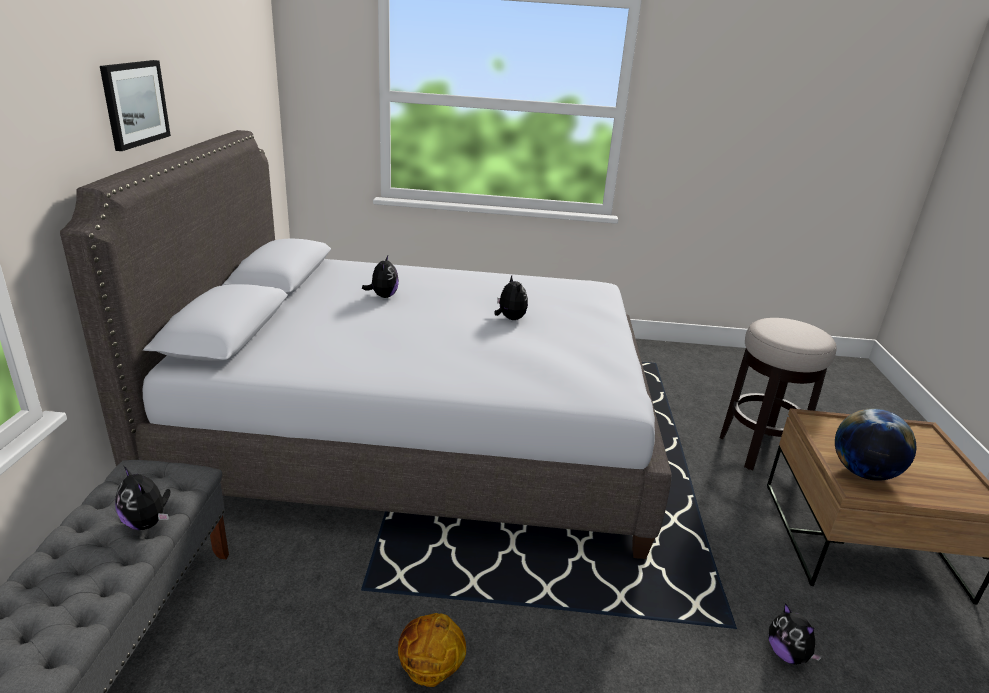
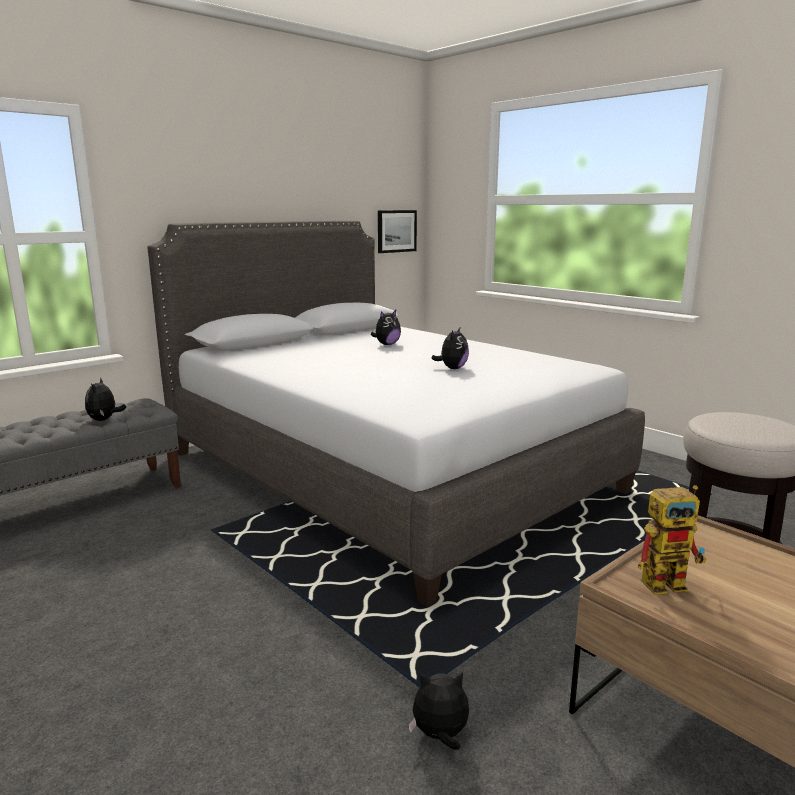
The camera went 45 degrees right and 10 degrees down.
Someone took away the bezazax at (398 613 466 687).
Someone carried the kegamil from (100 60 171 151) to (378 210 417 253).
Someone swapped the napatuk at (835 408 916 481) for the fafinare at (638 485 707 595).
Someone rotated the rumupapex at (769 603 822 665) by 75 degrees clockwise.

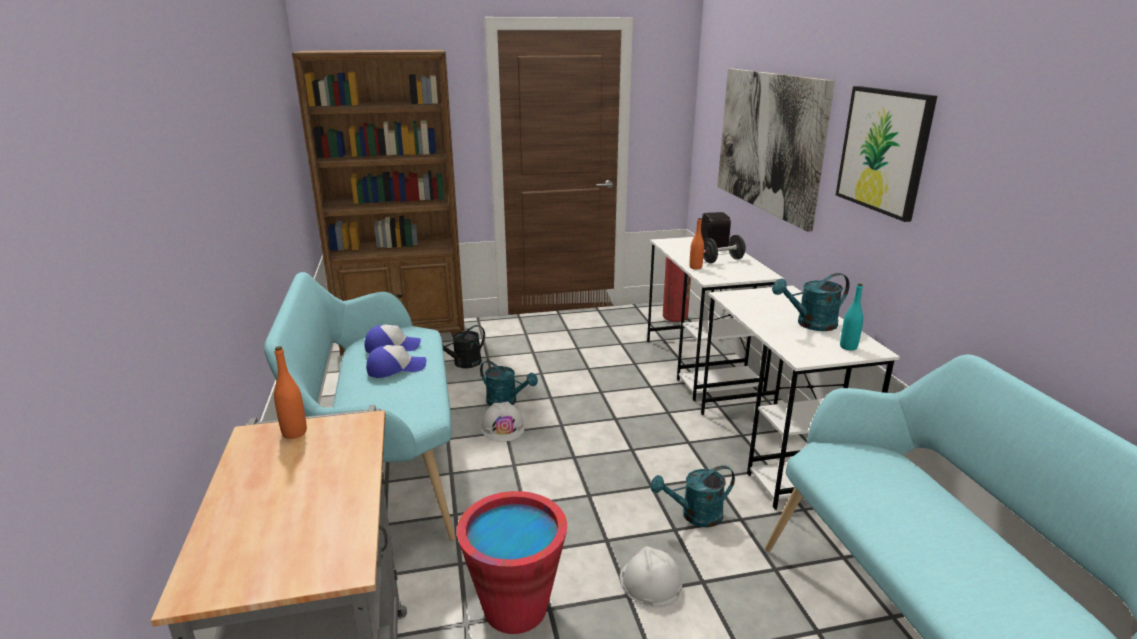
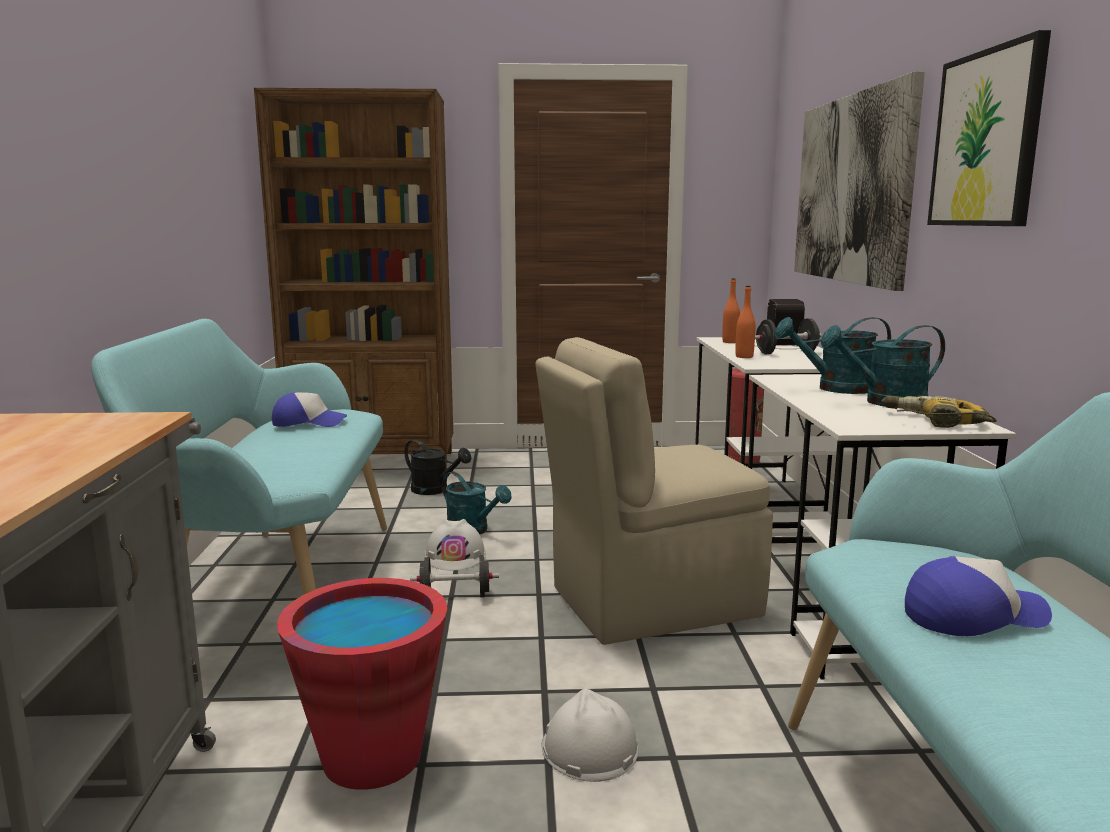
The camera went 10 degrees right and 10 degrees down.
Someone put down the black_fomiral at (410 555 499 598).
Someone put down the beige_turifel at (535 337 773 645).
Someone carried the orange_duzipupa from (274 346 307 439) to (722 278 740 343).
Someone carried the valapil from (366 345 426 378) to (905 556 1052 636).
Someone carried the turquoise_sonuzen from (651 465 735 527) to (775 317 891 394).
Someone swapped the turquoise_duzipupa at (840 283 863 351) for the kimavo at (881 396 997 428).
Someone rotated the black_sonuzen at (443 325 485 368) by 120 degrees counterclockwise.

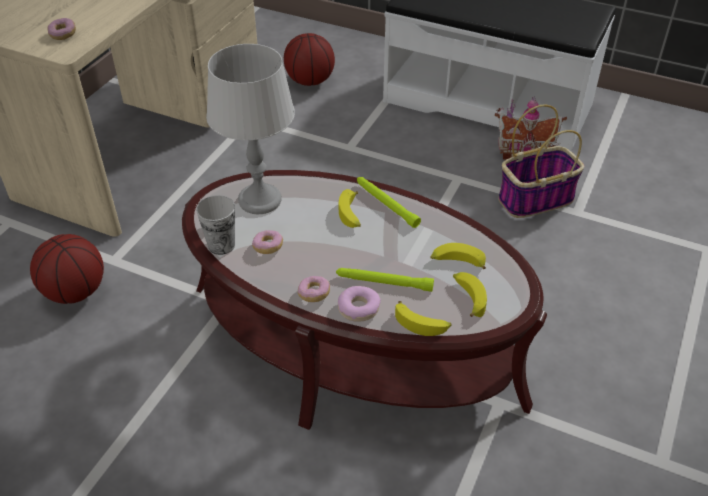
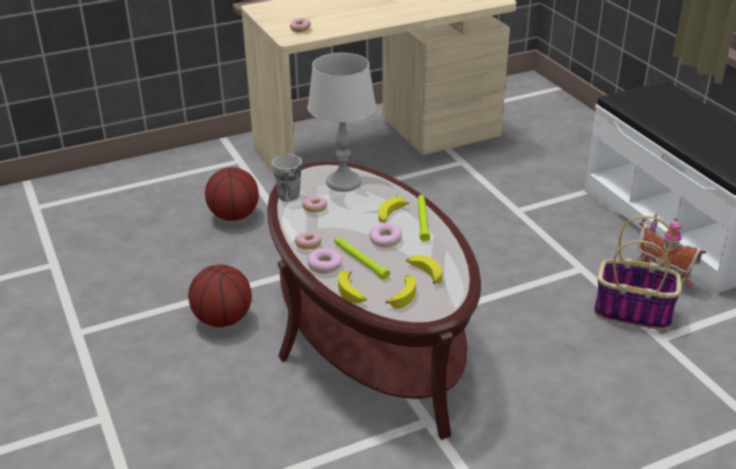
The camera went 40 degrees right and 10 degrees down.
Someone put down the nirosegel at (369 223 402 248).
Someone carried the bezazax from (284 33 335 86) to (188 264 252 327).

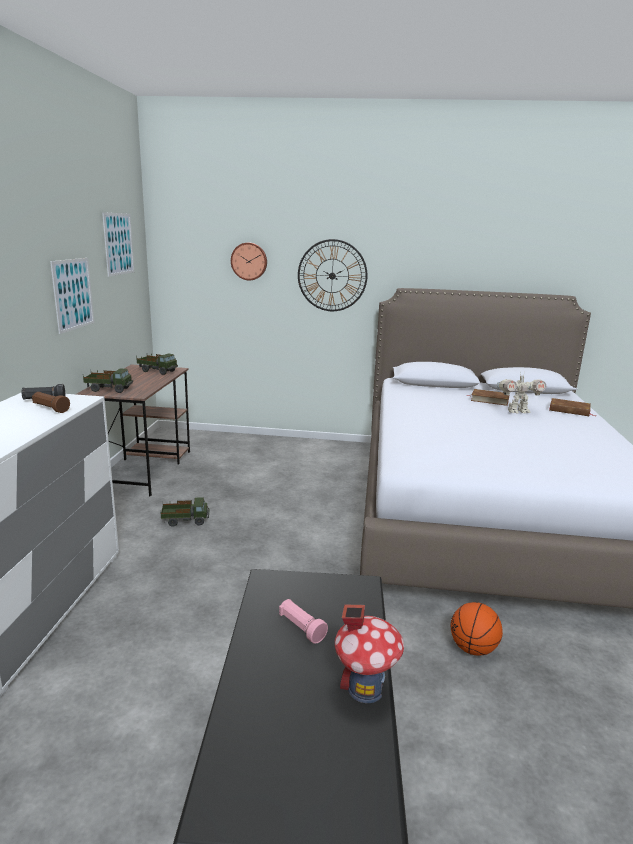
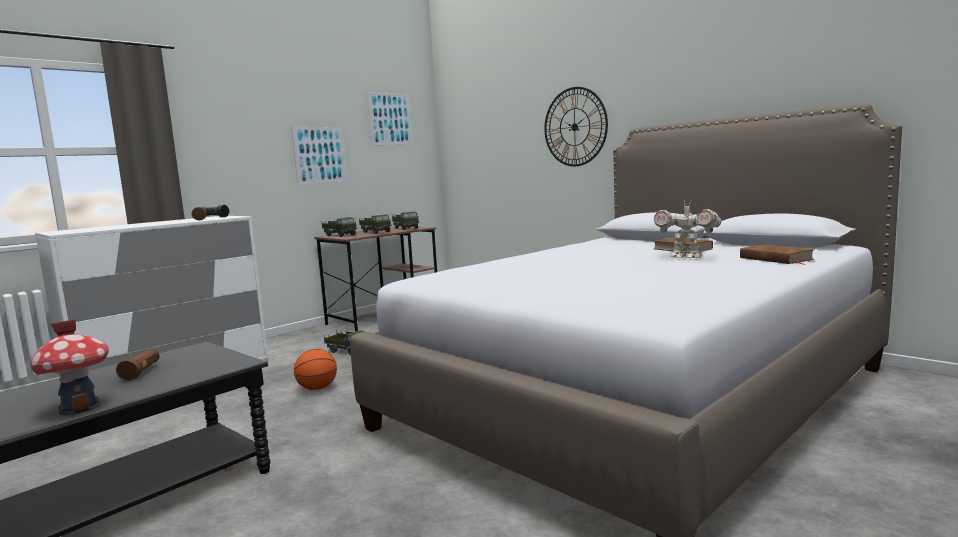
The camera went 40 degrees right and 10 degrees down.
Someone took away the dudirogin at (231 243 267 280).
Someone put down the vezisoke at (359 215 392 234).
Someone carried the bezazax from (450 602 503 655) to (294 349 337 390).
Someone repainted the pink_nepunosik at (279 599 328 644), which became the brown_nepunosik at (116 348 159 381).

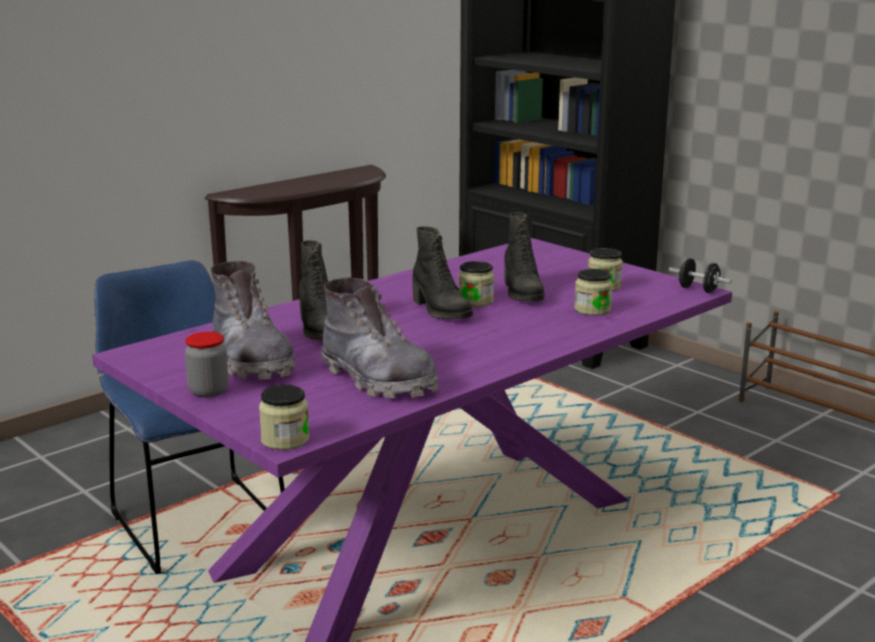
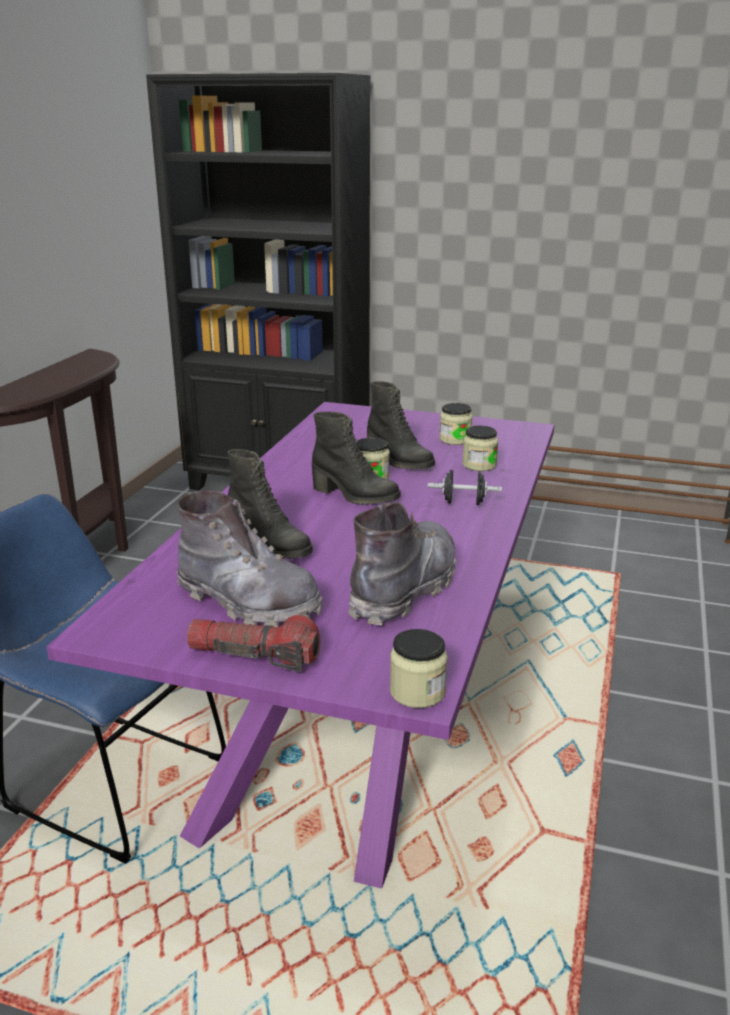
The camera went 30 degrees left and 5 degrees up.
Someone carried the black_fomiral from (669 258 732 293) to (428 470 502 505).
Someone swapped the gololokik at (185 332 228 398) for the nepunosik at (187 615 320 672).
Someone rotated the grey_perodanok at (321 277 439 398) by 75 degrees counterclockwise.

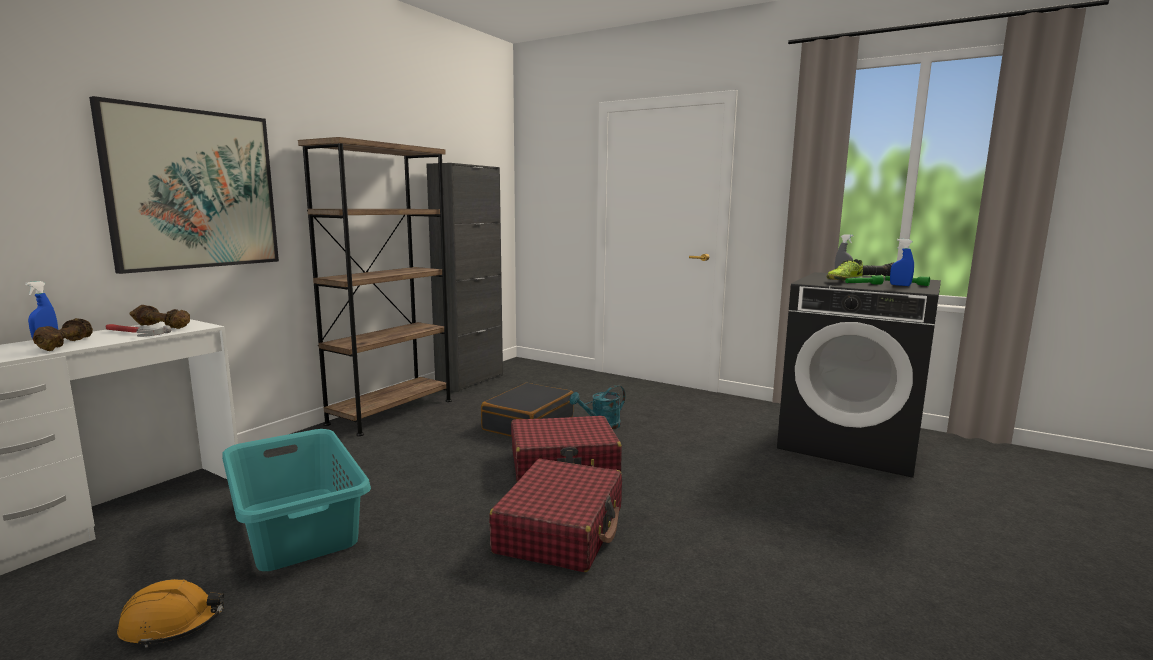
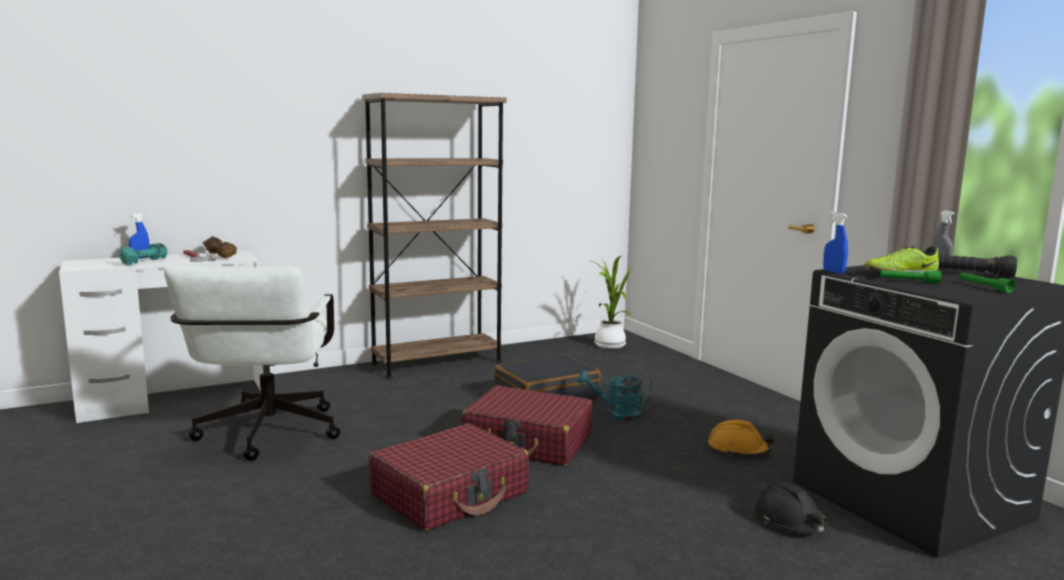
The camera went 30 degrees right and 0 degrees up.
Someone took away the kegamil at (89 96 279 274).
Someone took away the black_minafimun at (426 163 503 392).
Someone put down the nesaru at (592 256 633 349).
Someone put down the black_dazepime at (755 483 828 533).
Someone carried the orange_dazepime from (117 579 224 648) to (708 420 775 457).
Someone carried the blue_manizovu from (890 239 914 286) to (823 212 848 274).
Someone swapped the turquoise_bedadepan at (222 429 371 571) for the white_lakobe at (164 265 340 461).
Someone repainted the brown_fomiral at (33 318 93 351), which became the turquoise_fomiral at (119 243 168 265).

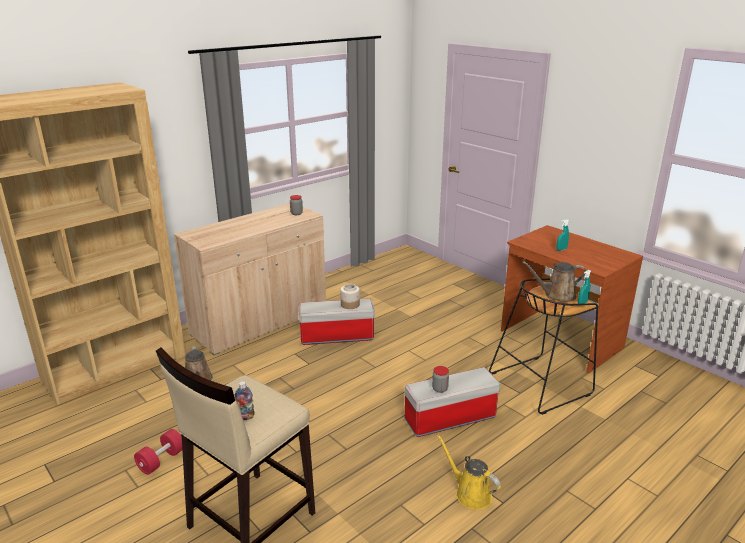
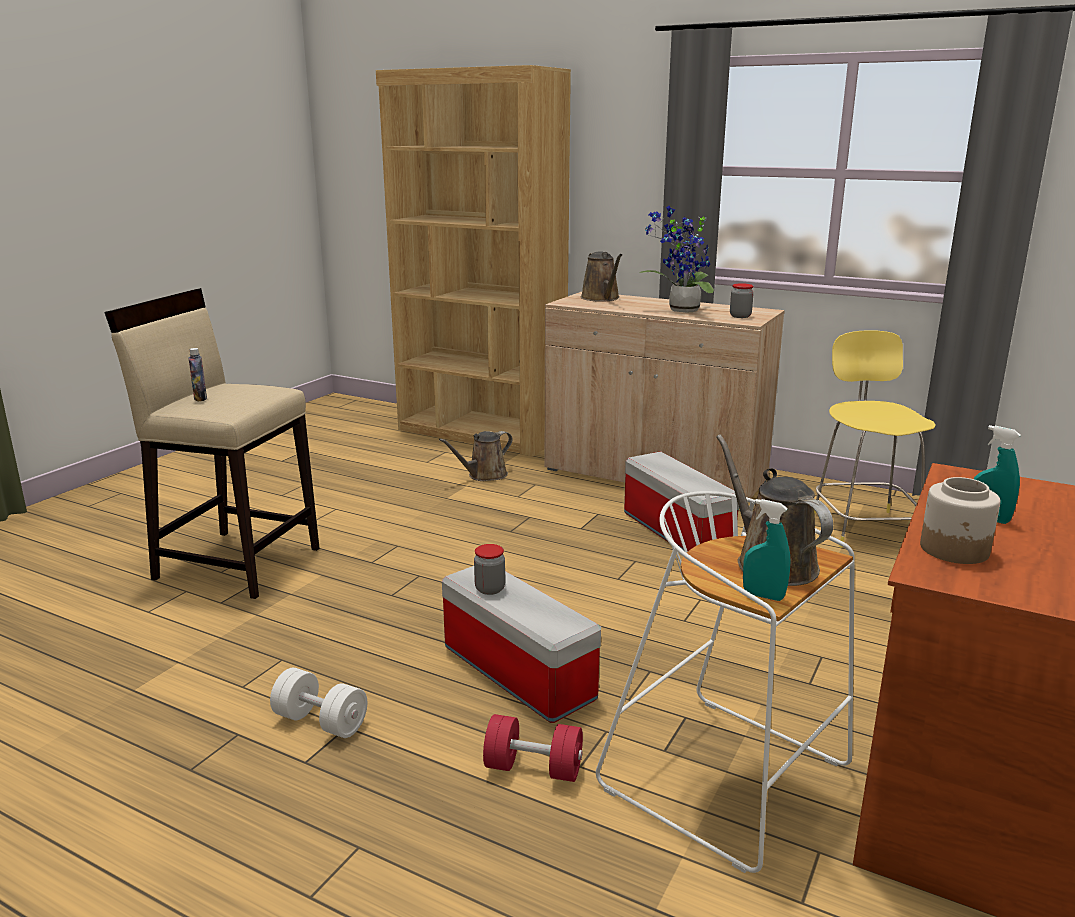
The camera went 70 degrees right and 5 degrees down.
Someone put down the brown_sonuzen at (581 251 622 301).
Someone put down the nesaru at (639 206 714 313).
Someone put down the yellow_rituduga at (814 330 936 548).
Someone carried the red_fomiral from (134 429 182 475) to (483 714 583 782).
Someone carried the gololokik from (340 284 360 309) to (920 477 1000 564).
Someone swapped the yellow_sonuzen at (437 434 501 510) for the white_fomiral at (270 668 367 738).
Someone repainted the black_rituduga at (489 278 598 415), which became the white_rituduga at (596 491 855 873).

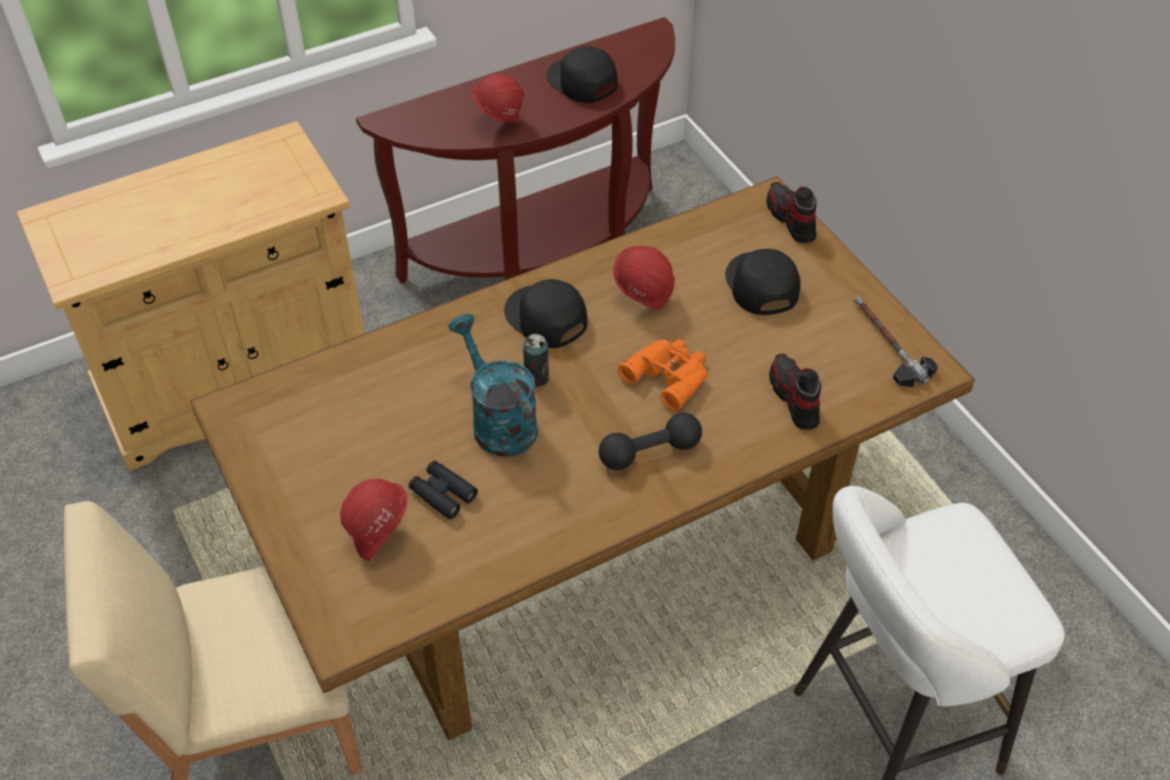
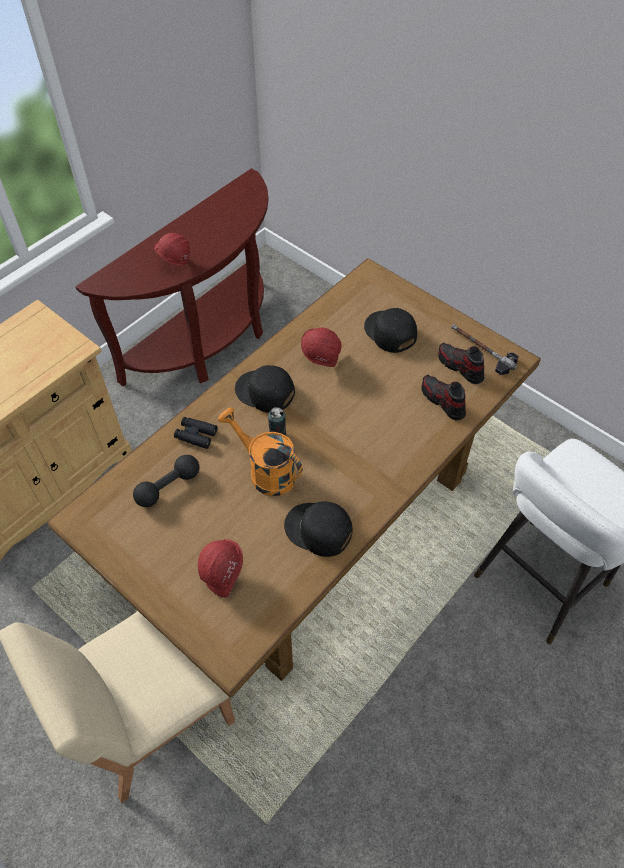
The camera went 20 degrees left and 5 degrees up.
Someone took away the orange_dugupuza at (618 339 707 411).
Someone carried the black_dugupuza from (409 461 478 519) to (174 417 218 449).
Someone carried the black_valapil from (547 46 618 103) to (284 501 353 557).
Someone carried the black_fomiral from (599 413 702 470) to (133 455 199 507).
Someone carried the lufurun from (766 182 817 243) to (438 343 484 384).
Someone repainted the turquoise_sonuzen at (448 314 538 457), which became the orange_sonuzen at (218 408 303 496).

